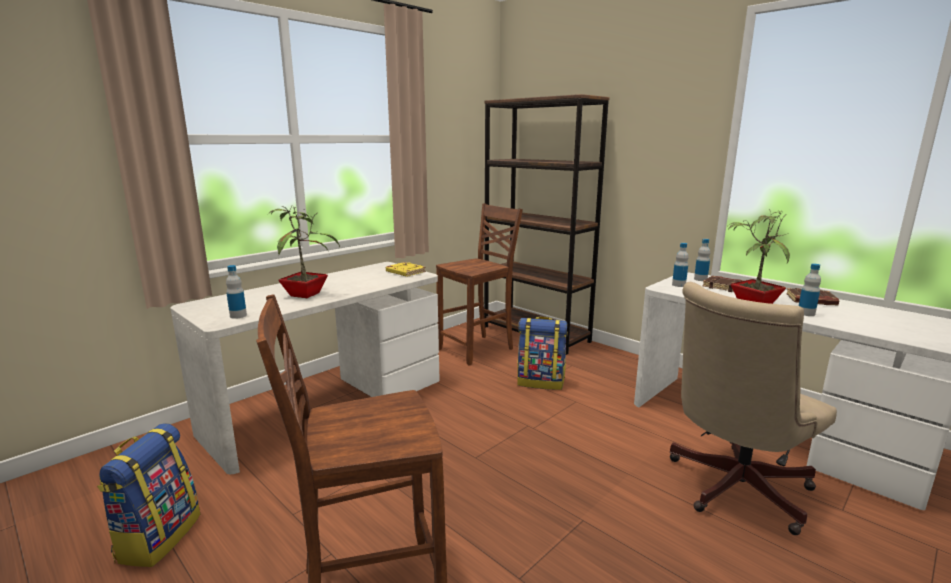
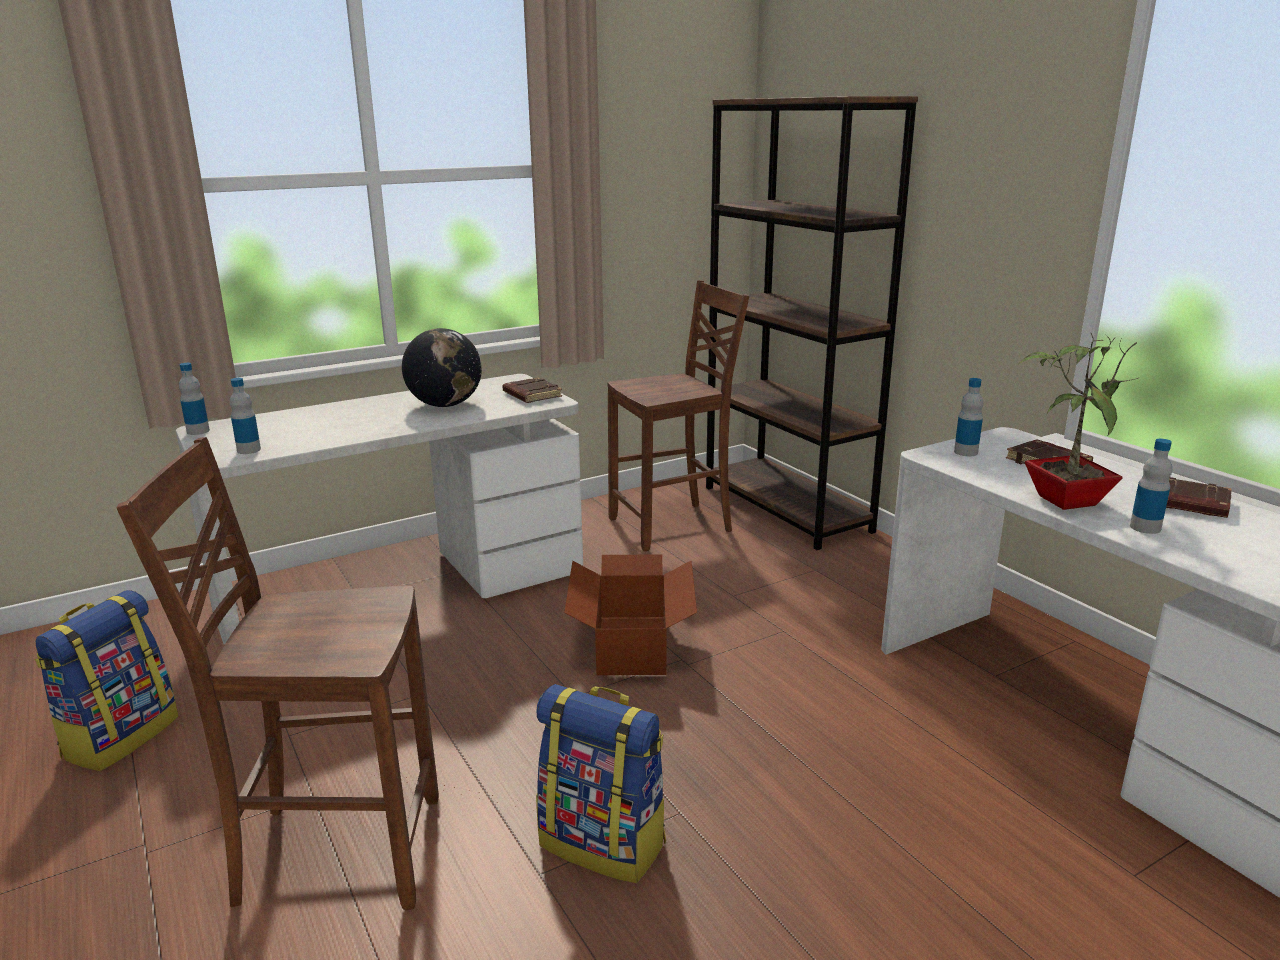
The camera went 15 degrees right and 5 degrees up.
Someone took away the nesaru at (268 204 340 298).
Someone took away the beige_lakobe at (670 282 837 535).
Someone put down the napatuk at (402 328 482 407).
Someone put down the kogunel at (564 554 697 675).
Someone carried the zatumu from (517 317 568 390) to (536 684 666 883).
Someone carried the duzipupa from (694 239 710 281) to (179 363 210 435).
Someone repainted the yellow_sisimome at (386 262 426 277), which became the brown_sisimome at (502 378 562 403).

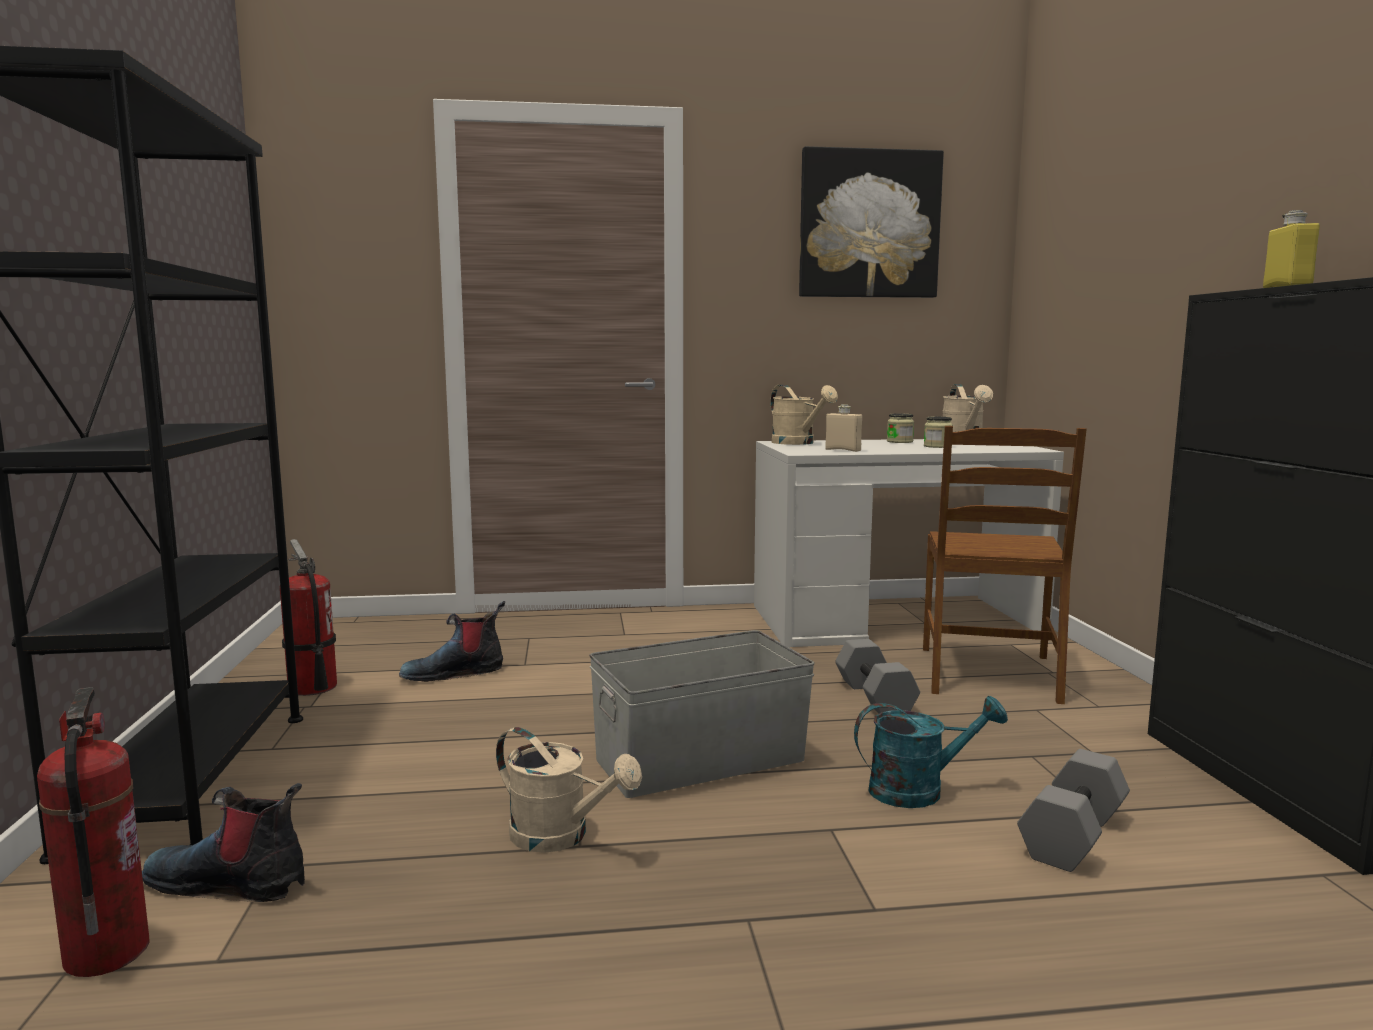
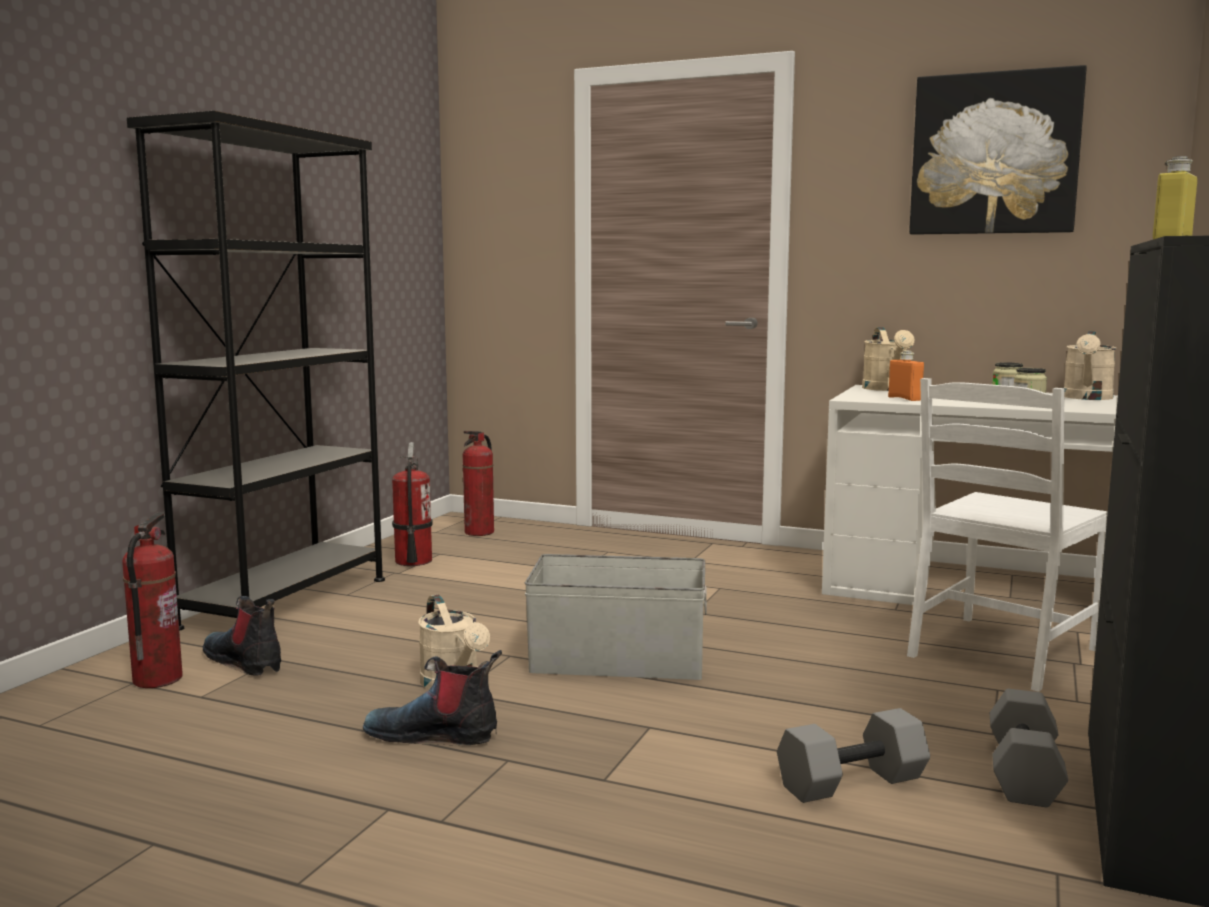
The camera went 30 degrees right and 0 degrees up.
Someone took away the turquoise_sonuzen at (854 696 1008 808).
Someone put down the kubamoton at (462 431 494 536).
Someone carried the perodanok from (399 601 505 682) to (363 650 502 745).
Someone carried the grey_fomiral from (835 639 920 713) to (990 689 1068 807).
Someone repainted the beige_duzipupa at (825 404 862 452), which became the orange_duzipupa at (888 351 924 401).
Someone repainted the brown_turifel at (923 426 1087 704), which became the white_turifel at (907 378 1108 692).

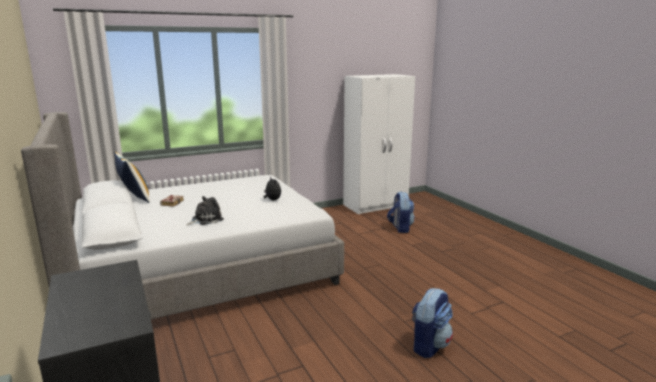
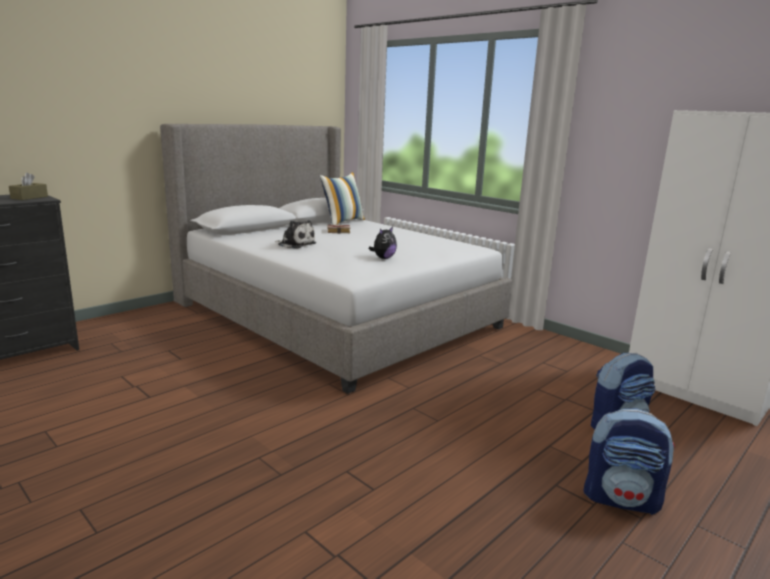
The camera went 70 degrees right and 0 degrees up.
Someone put down the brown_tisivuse at (9 173 48 200).
Someone carried the zatumu from (412 288 453 358) to (583 409 675 515).

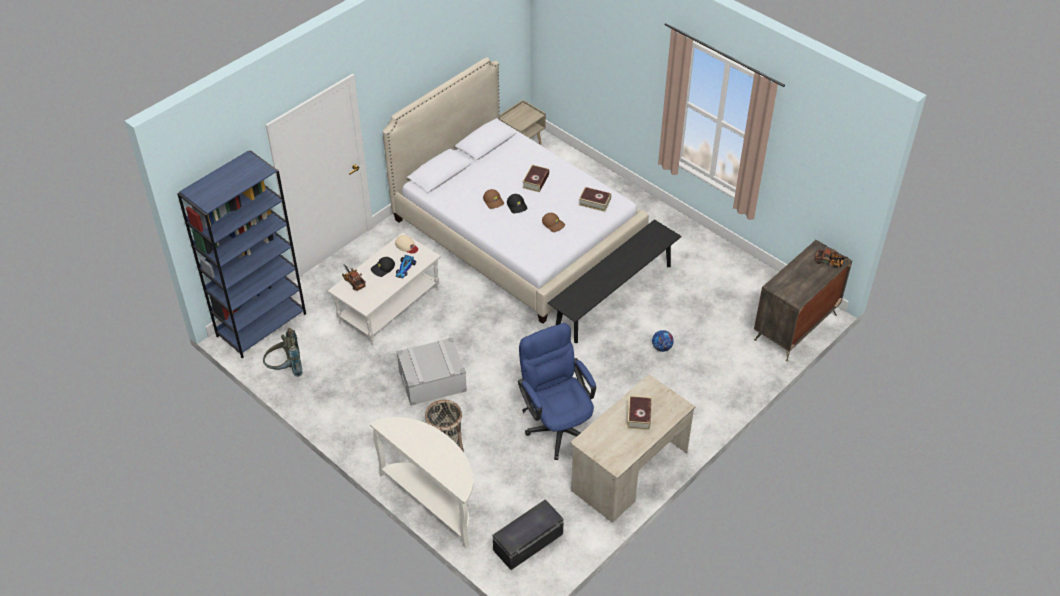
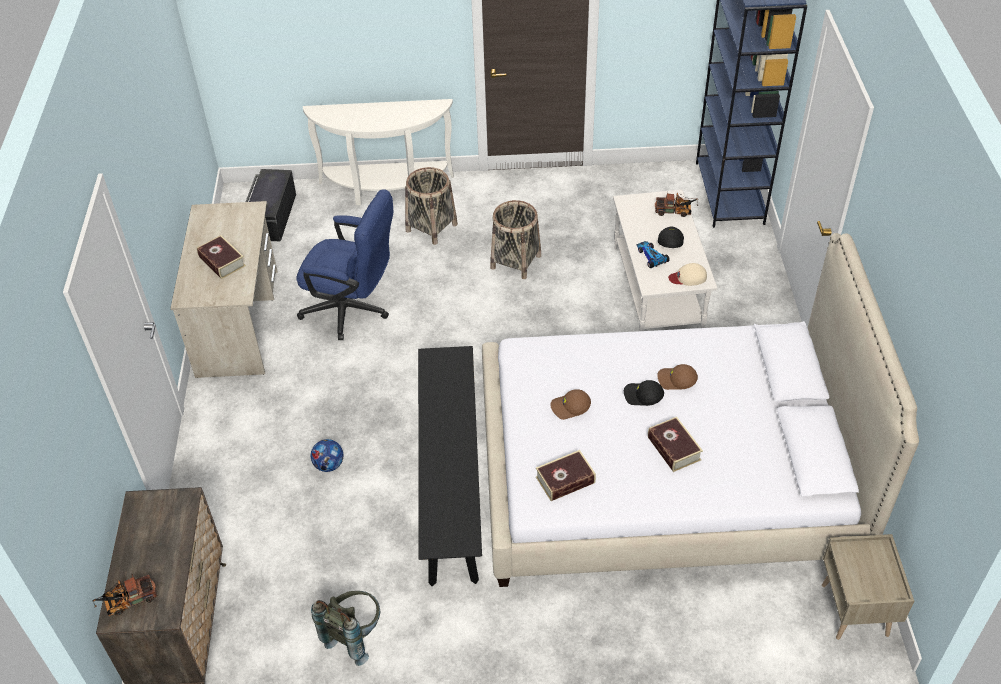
The camera went 135 degrees right and 0 degrees up.
Someone carried the grey_zatumu from (263 328 303 377) to (311 591 380 666).
Someone swapped the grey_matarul at (397 337 467 406) for the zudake at (490 200 541 279).

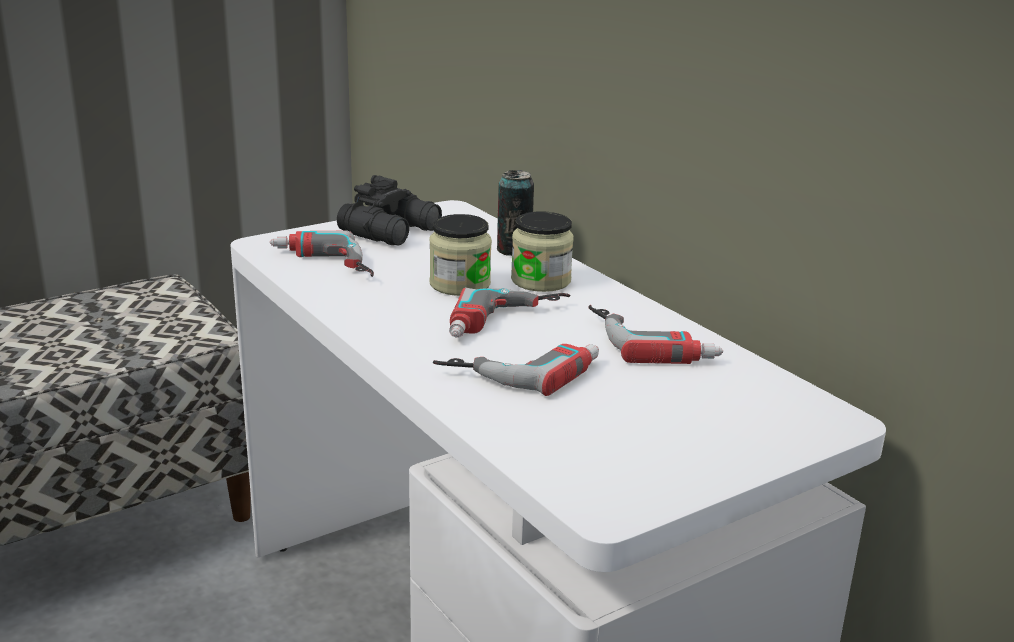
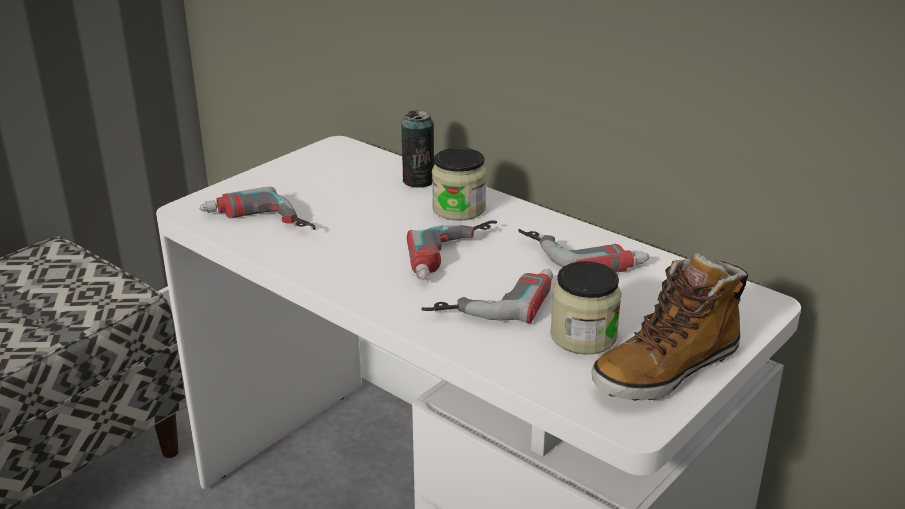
The camera went 15 degrees left and 5 degrees up.
Someone took away the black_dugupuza at (337 175 442 245).
Someone put down the perodanok at (591 253 748 401).
Someone carried the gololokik from (429 214 492 296) to (550 261 622 354).

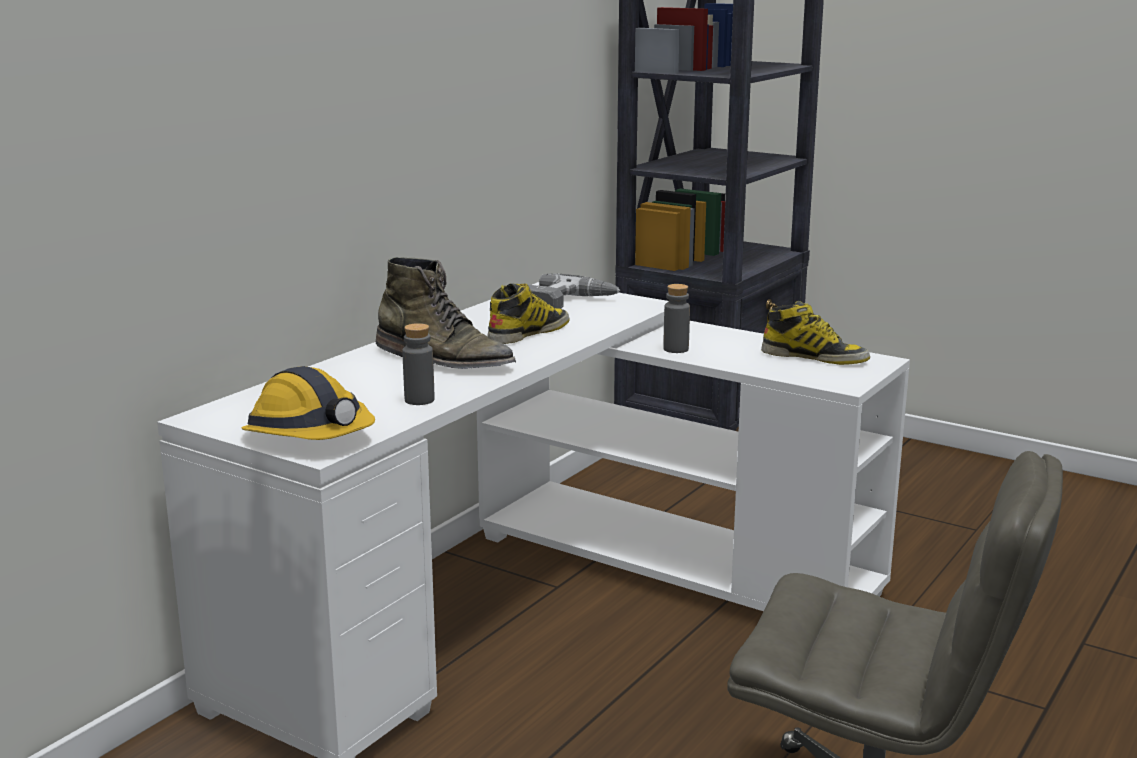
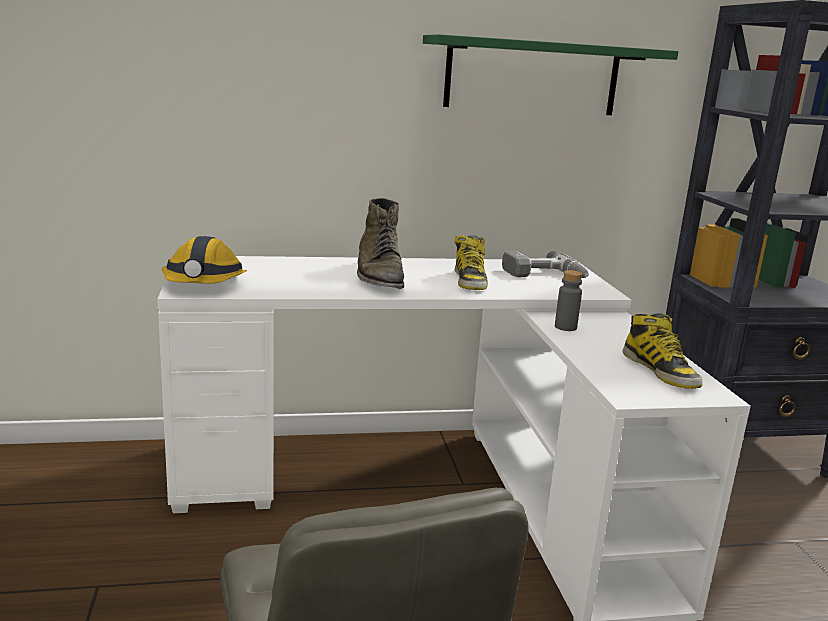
The camera went 45 degrees right and 0 degrees up.
Someone took away the grey_duzipupa at (402 323 434 405).
Someone put up the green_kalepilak at (423 34 679 115).
Someone rotated the perodanok at (487 283 570 344) by 90 degrees clockwise.

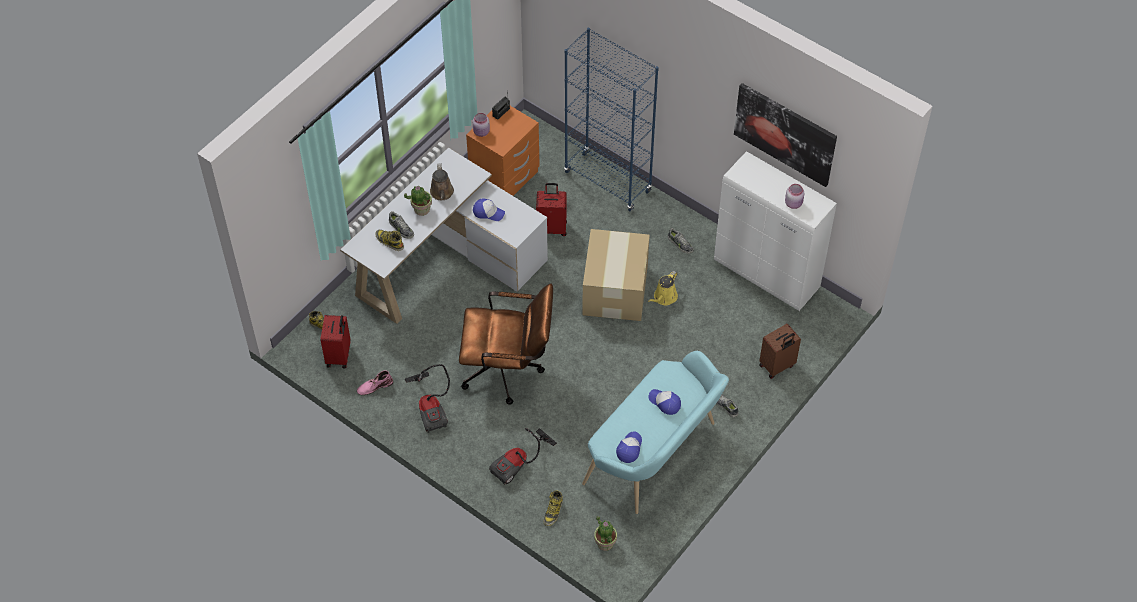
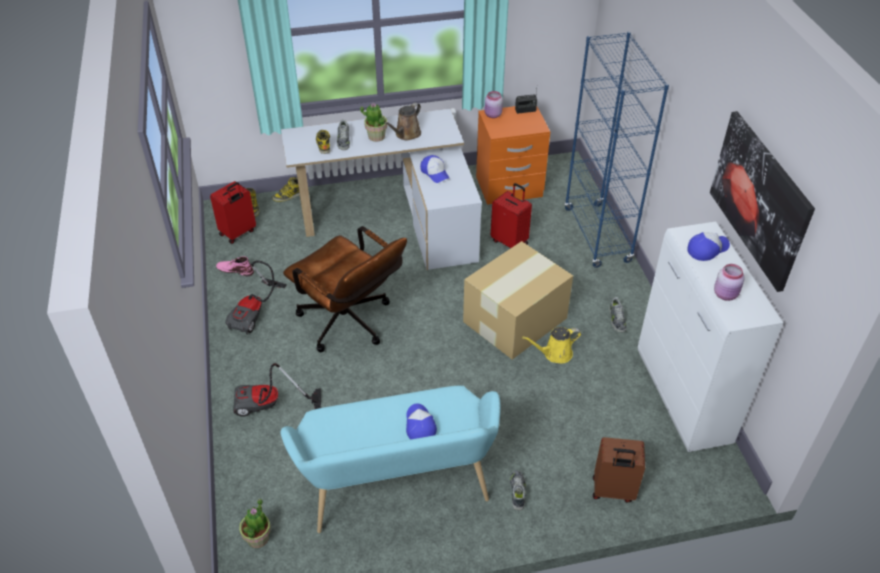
The camera went 40 degrees right and 10 degrees down.
Someone carried the perodanok from (544 491 563 526) to (272 177 300 202).
Someone carried the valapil from (616 431 642 463) to (688 232 730 261).

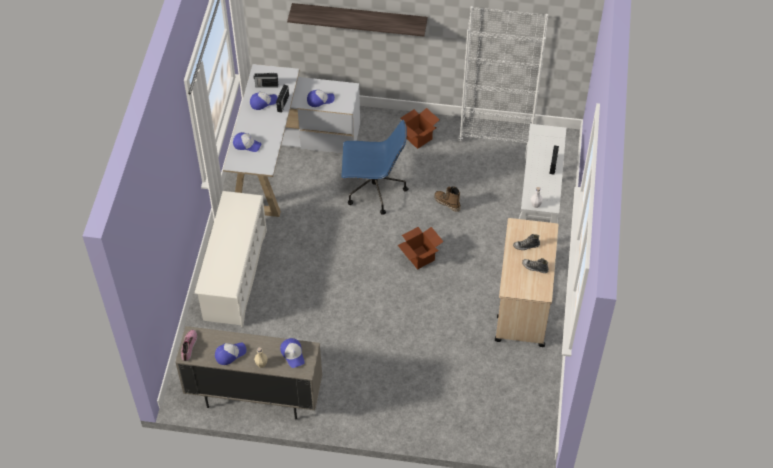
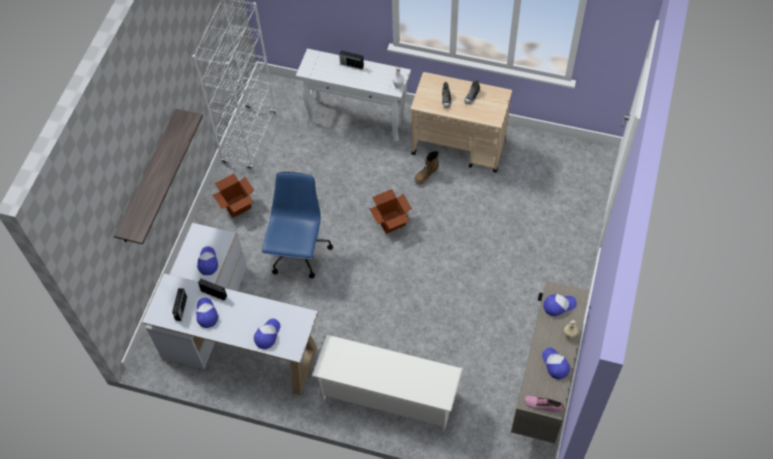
The camera went 80 degrees left and 5 degrees up.
Someone carried the perodanok from (434 186 461 212) to (415 150 439 185).

